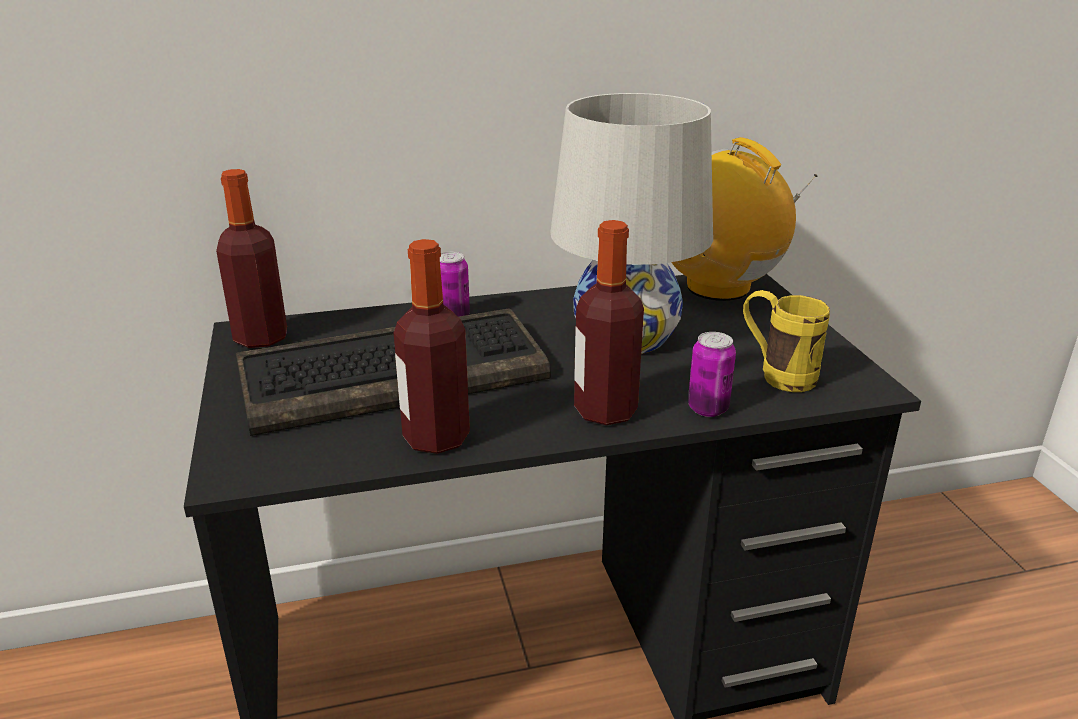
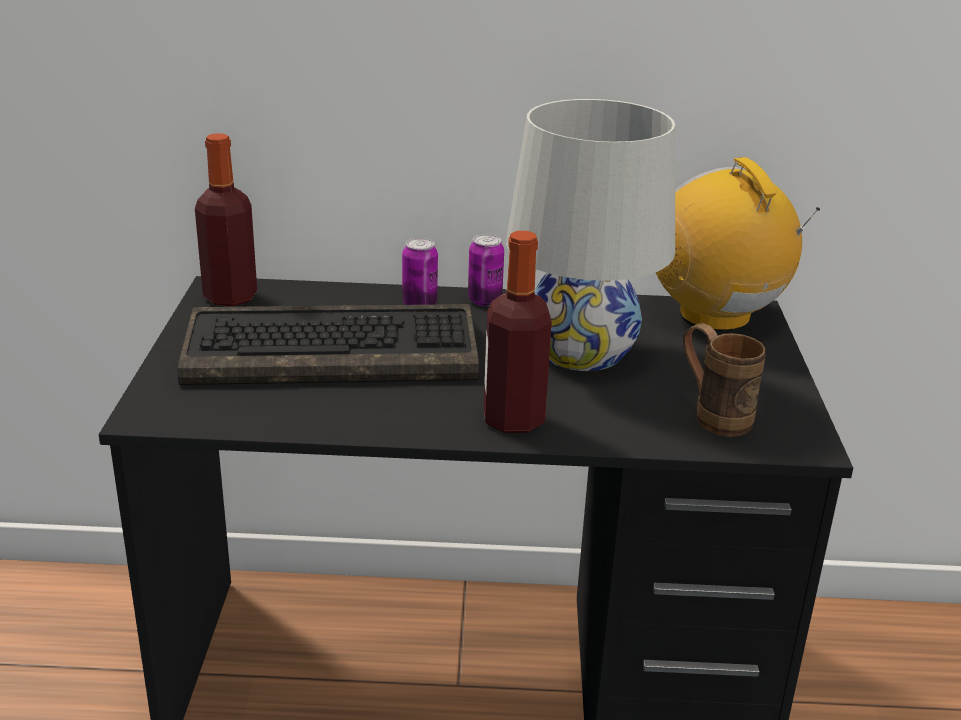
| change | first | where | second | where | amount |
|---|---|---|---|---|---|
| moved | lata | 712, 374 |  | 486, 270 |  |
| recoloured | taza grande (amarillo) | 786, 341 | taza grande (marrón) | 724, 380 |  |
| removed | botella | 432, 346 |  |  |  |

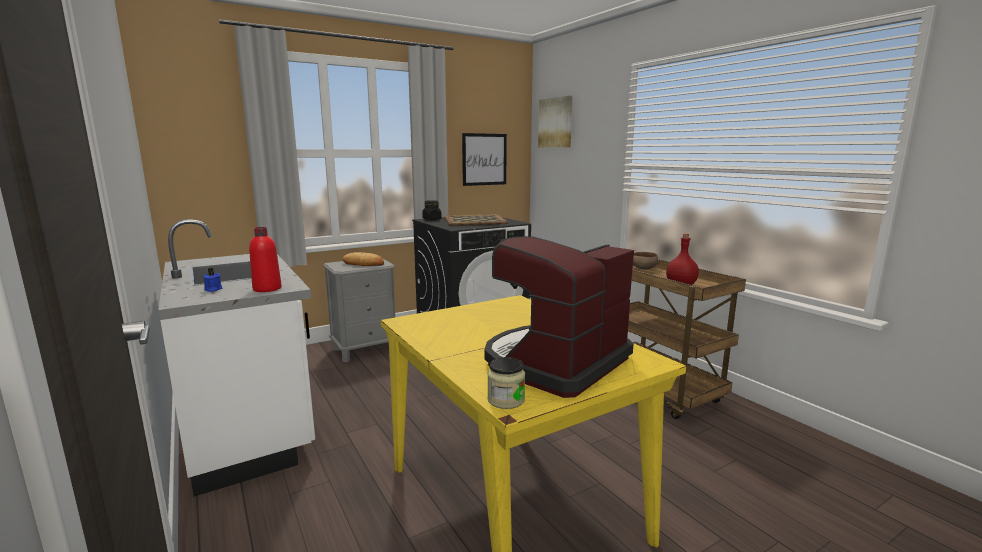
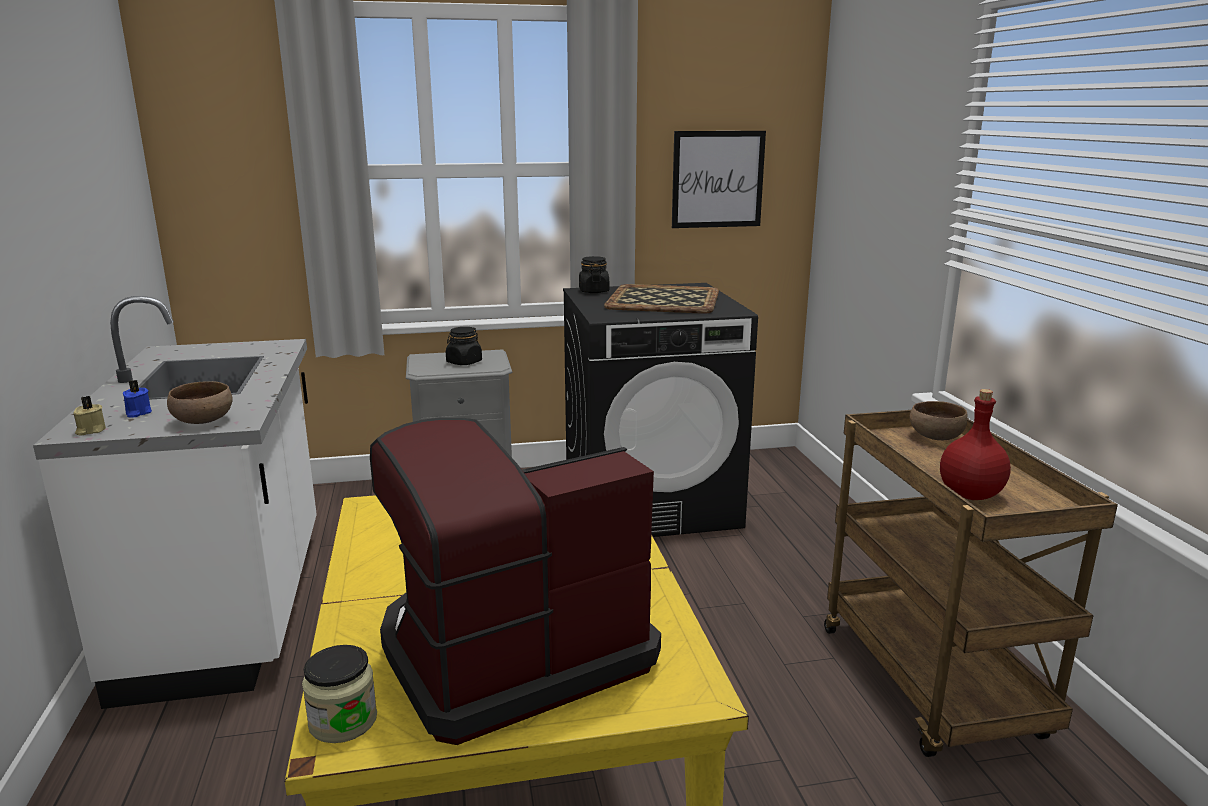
| change | first | where | second | where | amount |
|---|---|---|---|---|---|
| added |  |  | vela (beis) | 90, 416 |  |
| replaced | botella (rojo) | 265, 259 | cuenco (marrón) | 200, 402 |  |
| replaced | pan | 363, 259 | tarro (negro) | 464, 346 |  |
| removed | cuadro | 555, 121 |  |  |  |

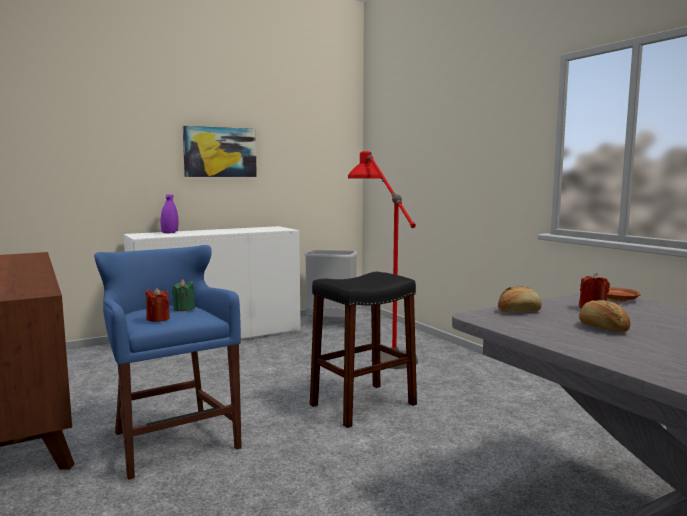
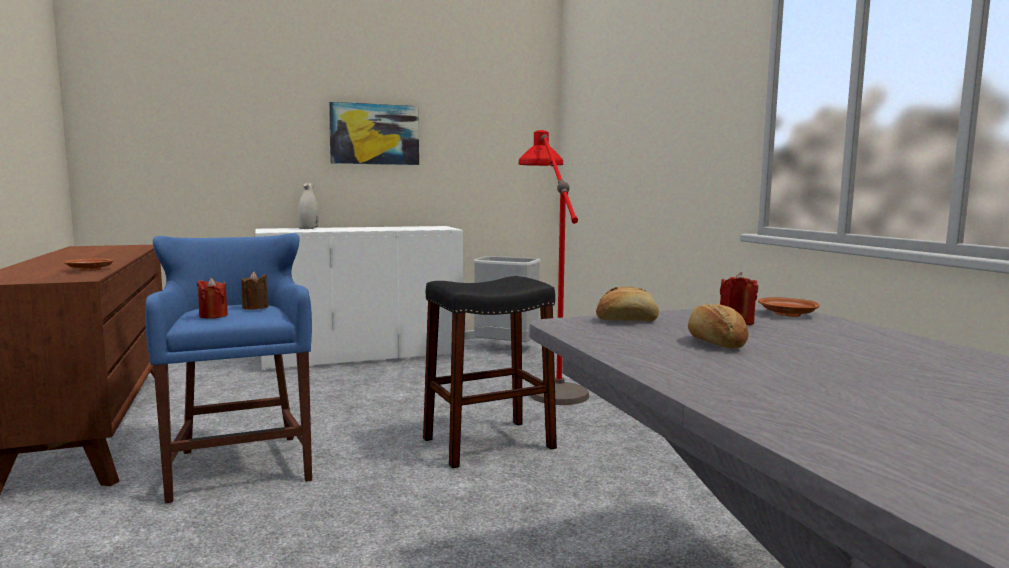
| change | first | where | second | where | amount |
|---|---|---|---|---|---|
| added |  |  | plato (marrón) | 89, 264 |  |
| recoloured | vela (verde) | 183, 295 | vela (marrón) | 255, 290 |  |
| recoloured | florero (morado) | 170, 213 | florero (blanco) | 308, 206 |  |

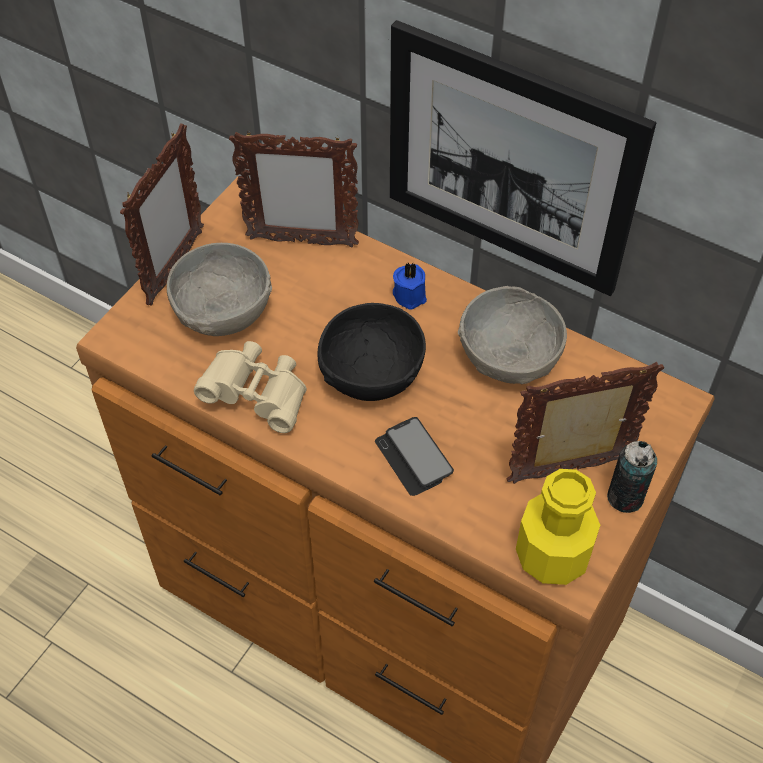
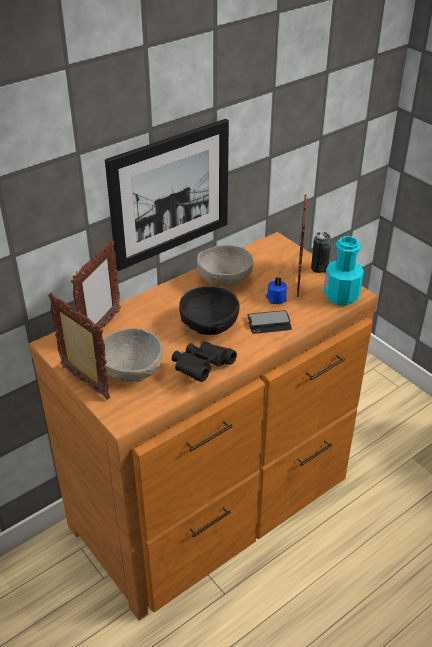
| change | first | where | second | where | amount |
|---|---|---|---|---|---|
| recoloured | prismáticos (beis) | 250, 387 | prismáticos (negro) | 204, 362 |  |
| moved | vela (azul) | 410, 286 |  | 276, 290 |  |
| recoloured | botella (amarillo) | 558, 527 | botella (turquesa) | 344, 271 |  |

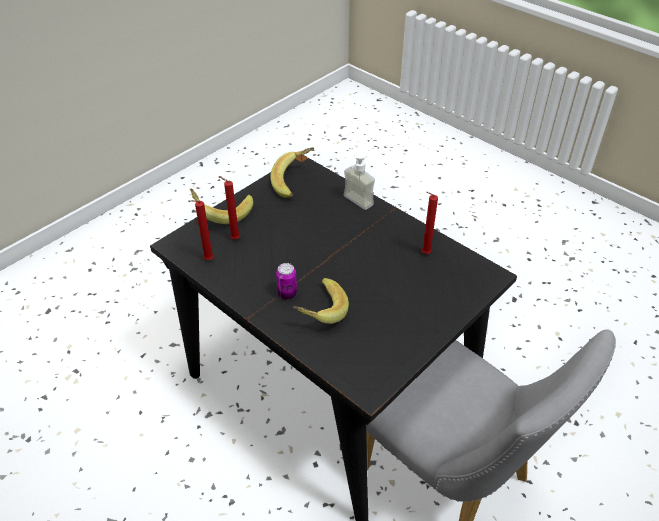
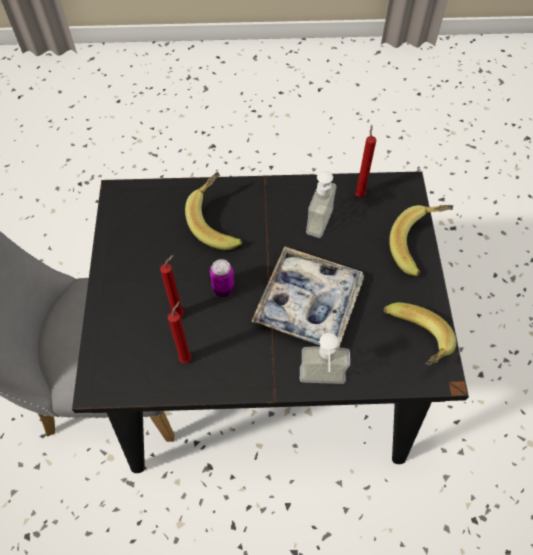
| change | first | where | second | where | amount |
|---|---|---|---|---|---|
| moved | vela (rojo) | 229, 207 |  | 172, 286 |  |
| moved | lata | 286, 281 |  | 222, 278 |  |
| added |  |  | bandeja | 307, 297 |  |
| added |  |  | dispensador de jabón | 317, 204 |  |

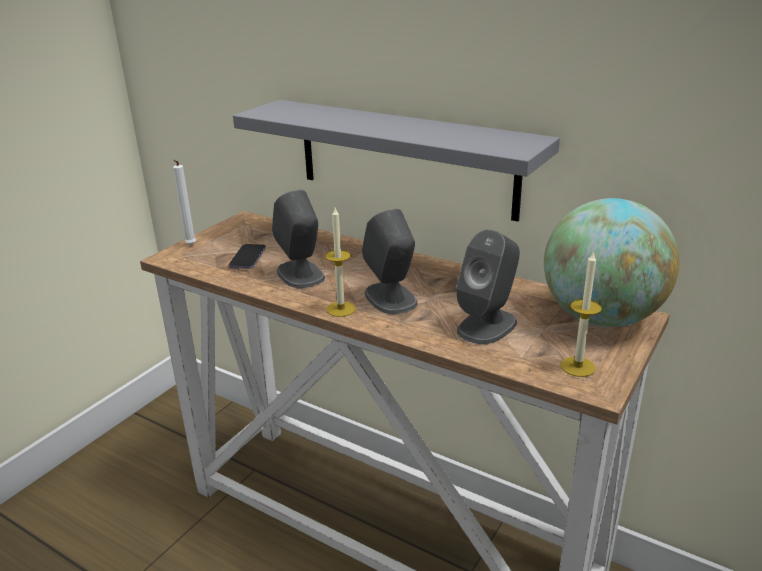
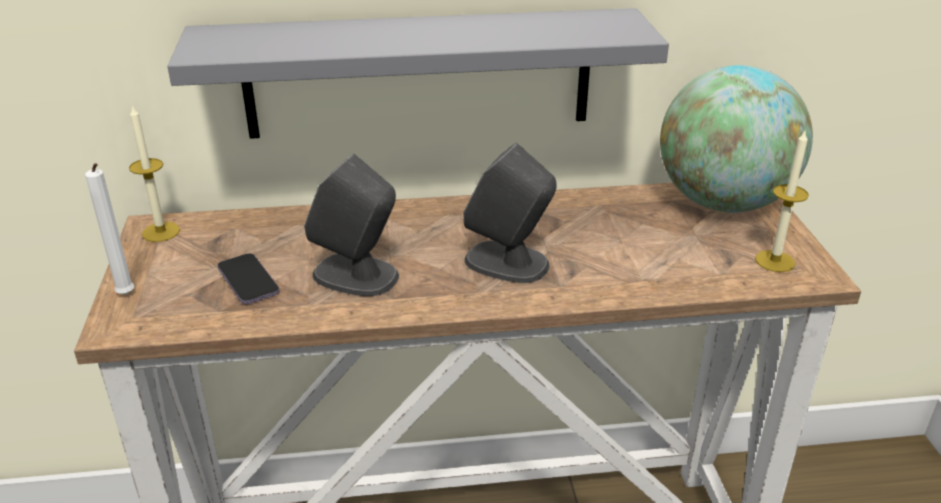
| change | first | where | second | where | amount |
|---|---|---|---|---|---|
| moved | vela | 340, 262 |  | 154, 173 |  |
| removed | altavoz (gris) | 488, 286 |  |  |  |

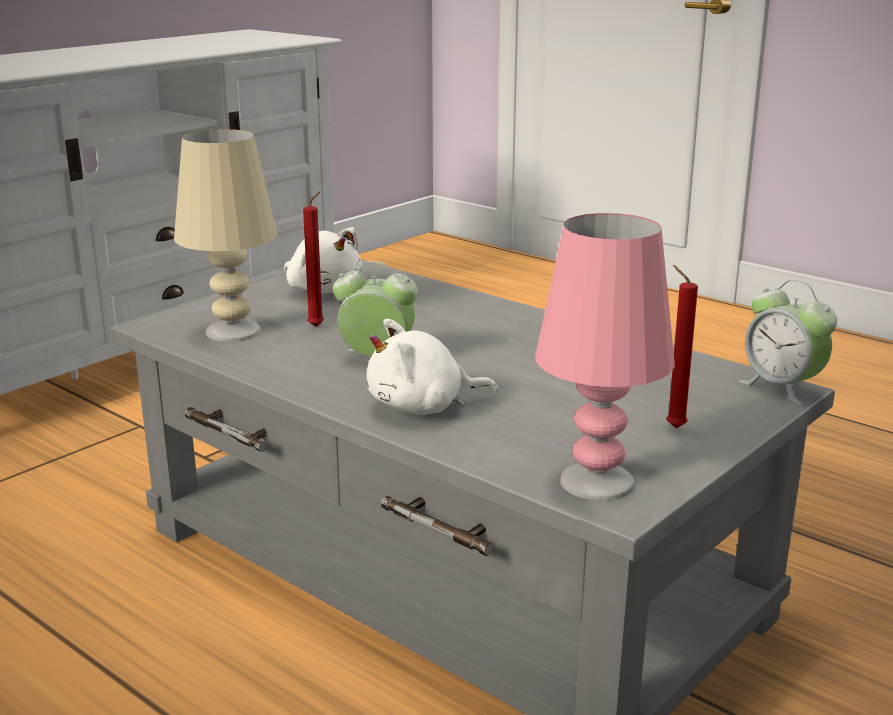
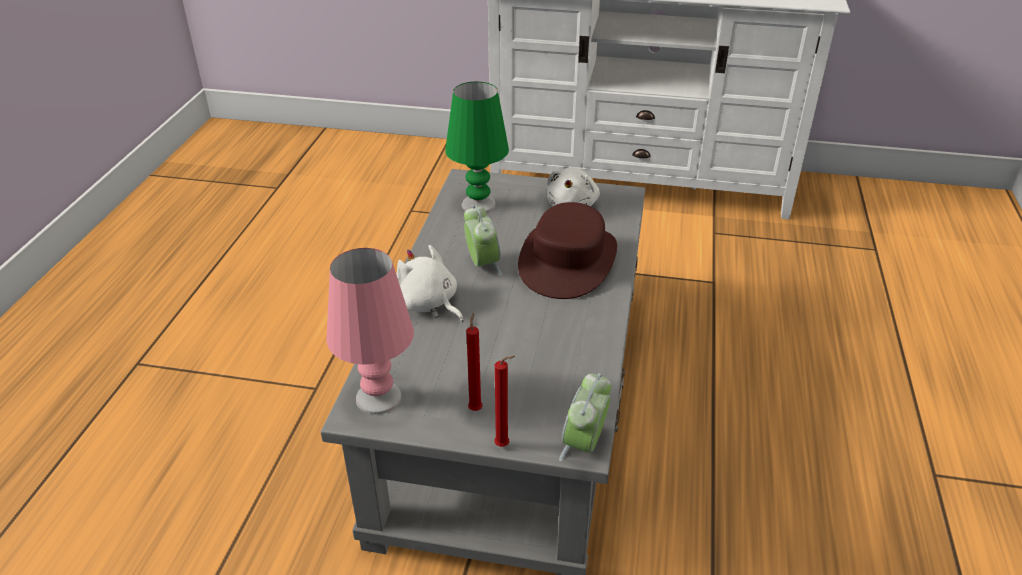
| change | first | where | second | where | amount |
|---|---|---|---|---|---|
| recoloured | lámpara de mesa (beis) | 225, 235 | lámpara de mesa (verde) | 477, 147 |  |
| moved | vela (rojo) | 313, 259 |  | 504, 401 |  |
| added |  |  | sombrero (marrón) | 567, 250 |  |

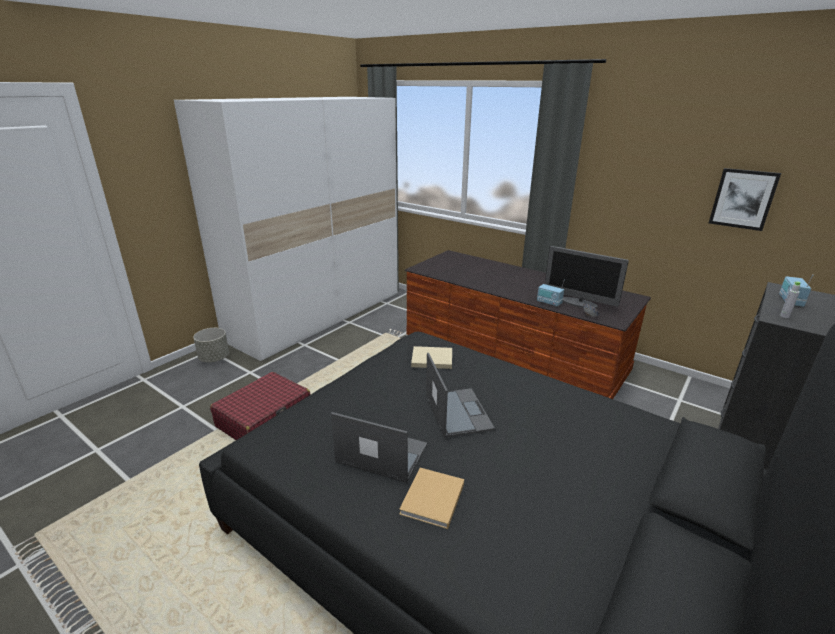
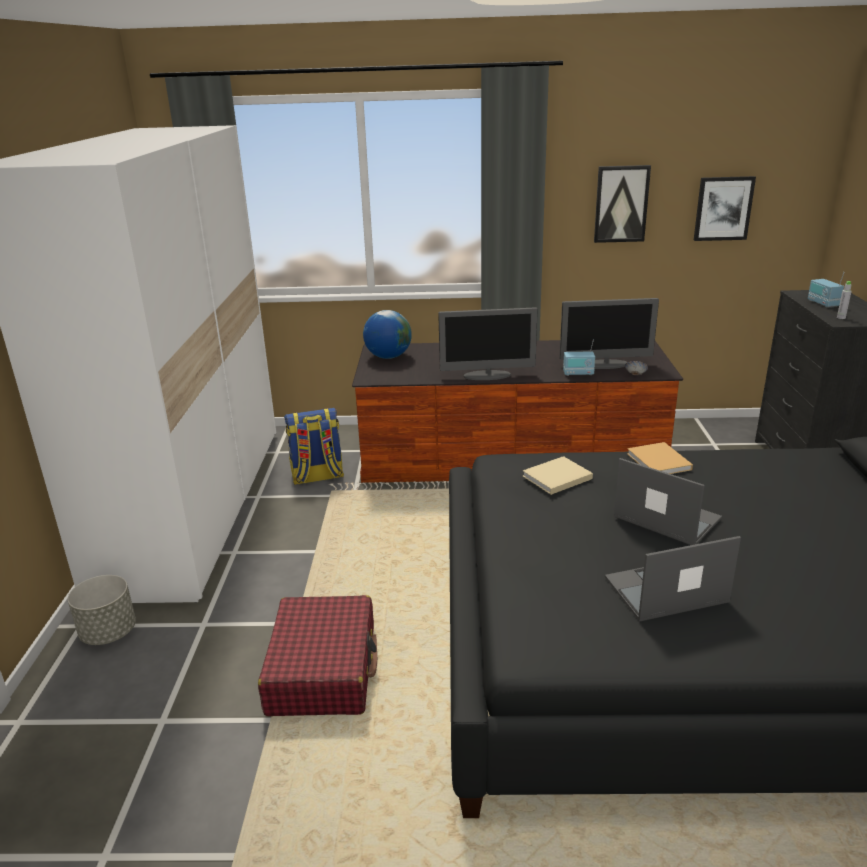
| change | first | where | second | where | amount |
|---|---|---|---|---|---|
| added |  |  | mochila | 314, 446 |  |
| added |  |  | globo terráqueo | 387, 334 |  |
| added |  |  | monitor | 488, 343 |  |
| added |  |  | cuadro | 622, 204 |  |
| moved | libro (beis) | 431, 498 |  | 660, 458 |  |

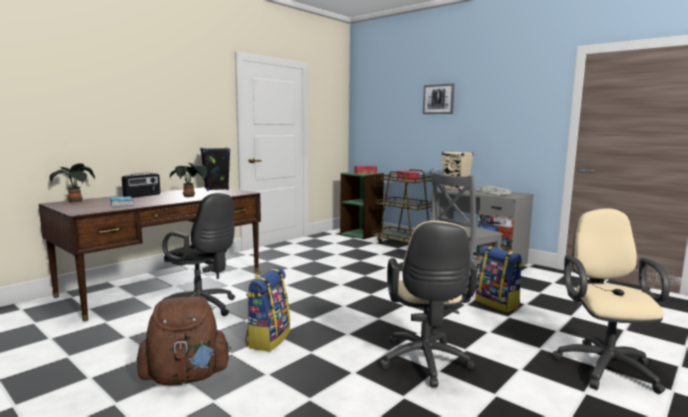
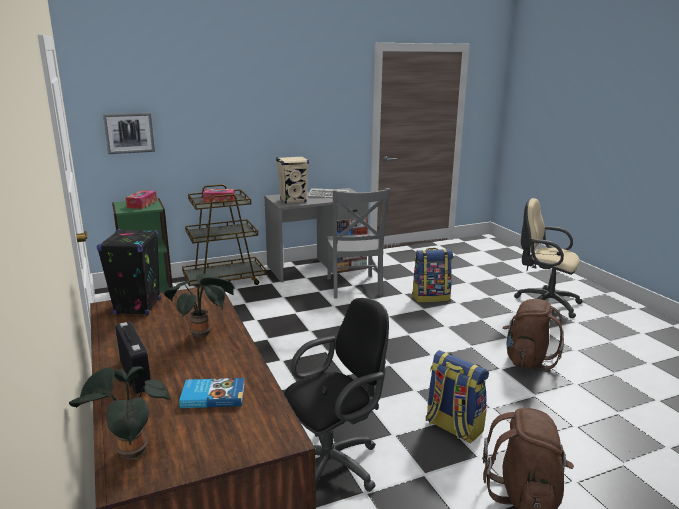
| change | first | where | second | where | amount |
|---|---|---|---|---|---|
| moved | cuadro | 439, 98 |  | 129, 133 |  |
| replaced | silla de oficina (beis) | 429, 304 | mochila (marrón) | 533, 334 |  |

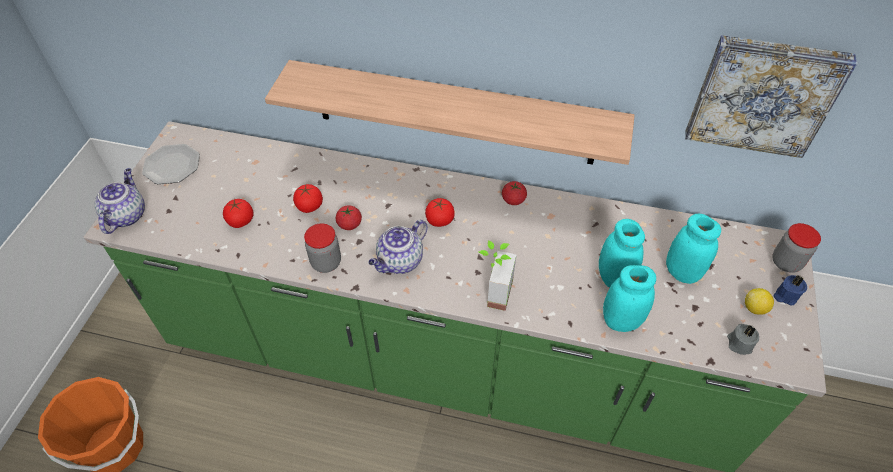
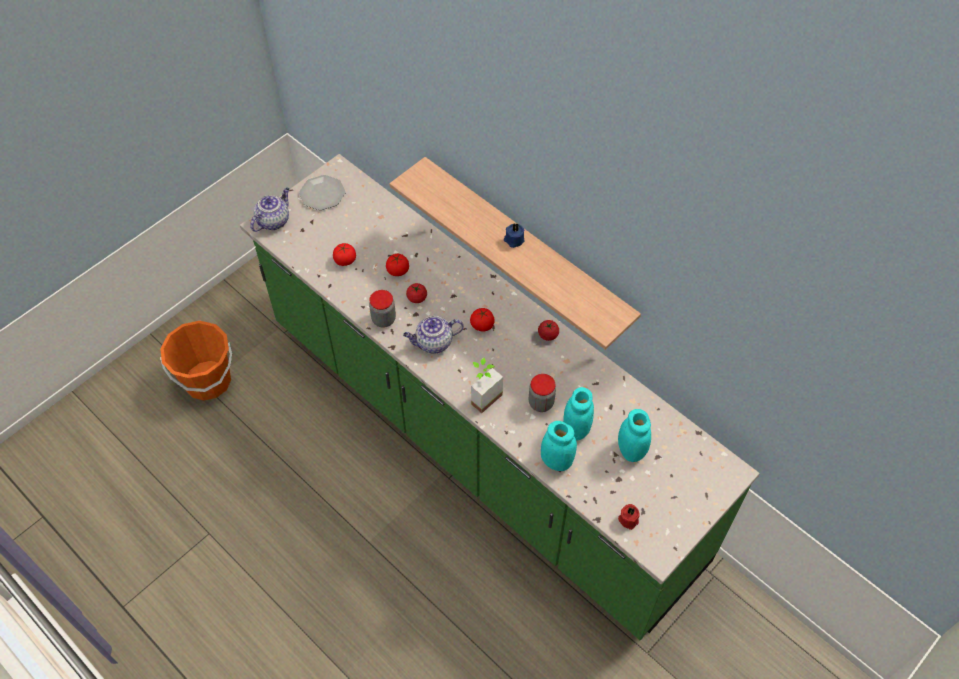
| change | first | where | second | where | amount |
|---|---|---|---|---|---|
| moved | vela (azul) | 790, 290 |  | 514, 235 |  |
| moved | tarro | 797, 248 |  | 542, 393 |  |
| recoloured | vela (gris) | 743, 339 | vela (rojo) | 629, 517 |  |
| removed | cuadro | 771, 96 |  |  |  |
| removed | limón | 759, 301 |  |  |  |

